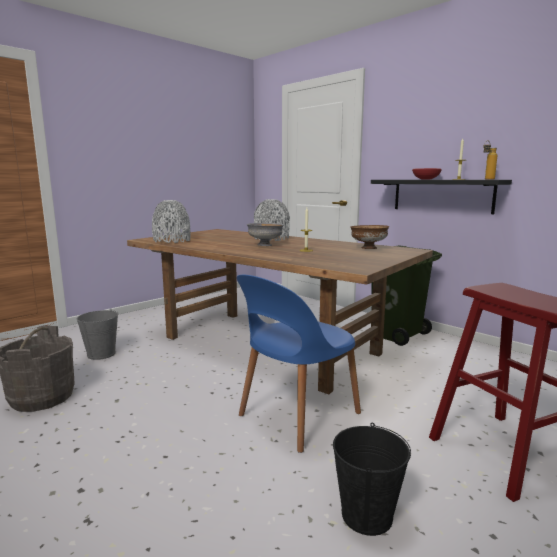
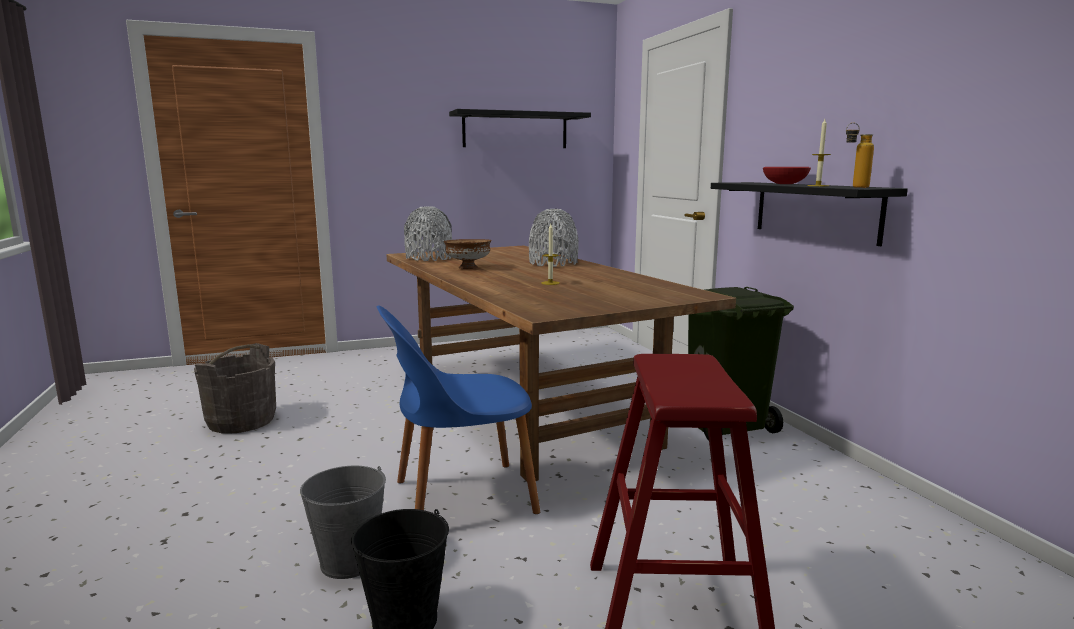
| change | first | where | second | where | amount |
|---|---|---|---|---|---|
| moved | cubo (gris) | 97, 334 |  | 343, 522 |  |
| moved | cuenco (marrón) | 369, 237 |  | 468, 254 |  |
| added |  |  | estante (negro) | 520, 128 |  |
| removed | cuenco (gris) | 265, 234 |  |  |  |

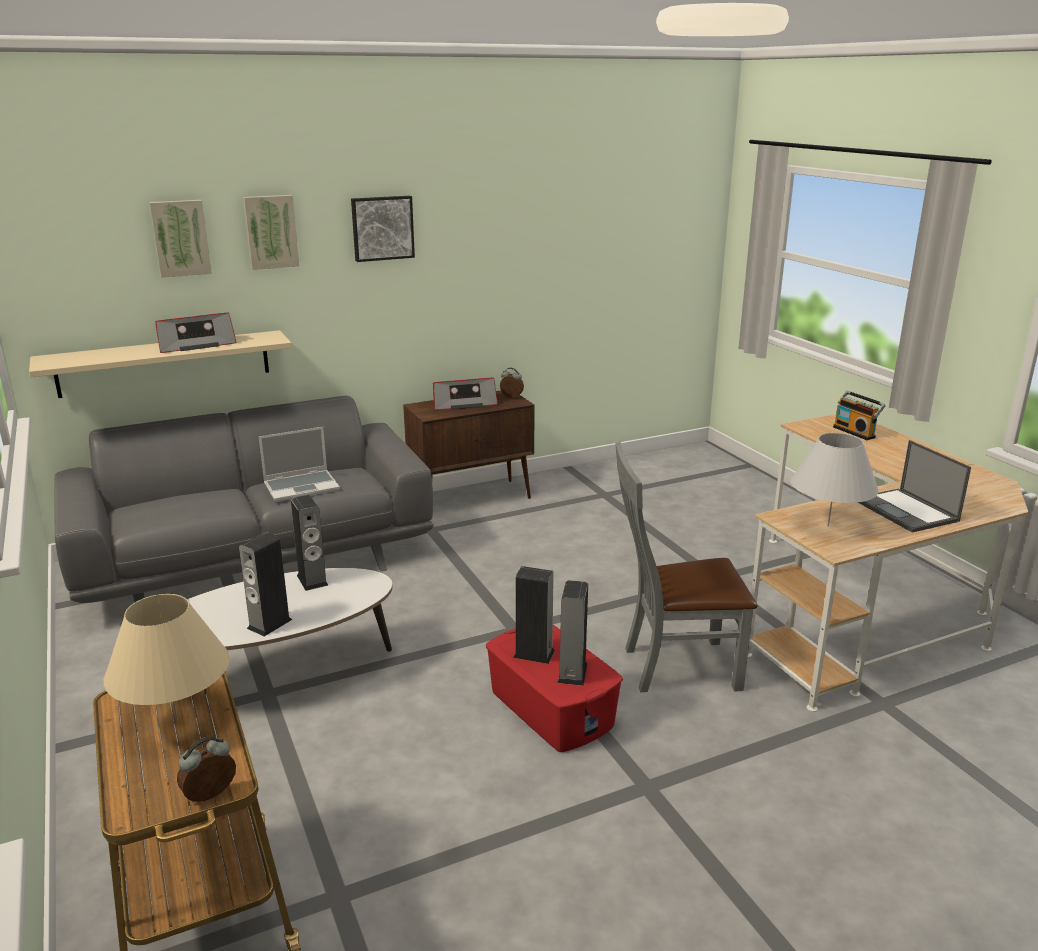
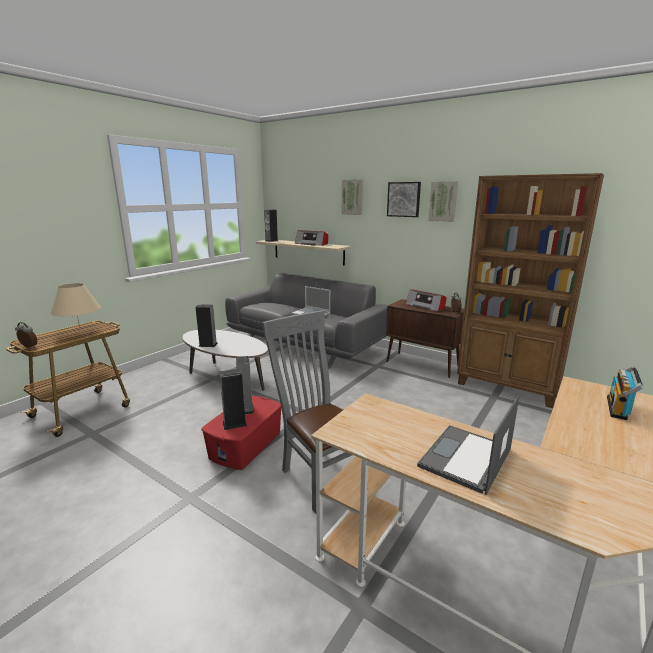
| change | first | where | second | where | amount |
|---|---|---|---|---|---|
| moved | altavoz | 310, 543 |  | 271, 225 |  |
| moved | cuadro | 180, 239 |  | 443, 201 |  |
| added |  |  | estantería (marrón) | 530, 290 |  |
| removed | lámpara de mesa (blanco) | 835, 480 |  |  |  |

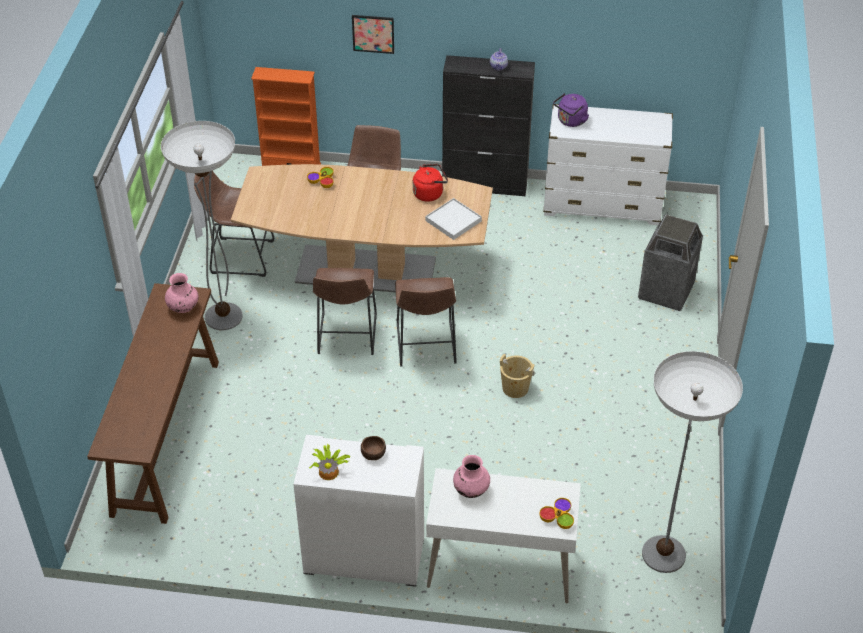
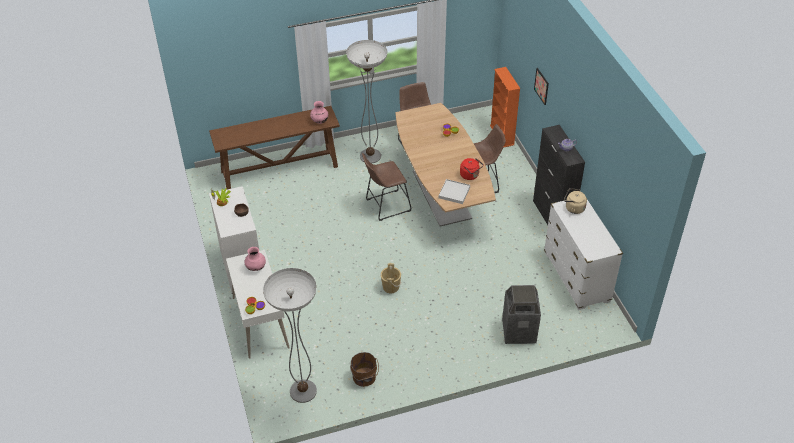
| change | first | where | second | where | amount |
|---|---|---|---|---|---|
| added |  |  | cubo (marrón) | 364, 369 |  |
| recoloured | hervidor (morado) | 571, 110 | hervidor (beis) | 575, 201 |  |
| removed | taburete (marrón) | 426, 322 |  |  |  |

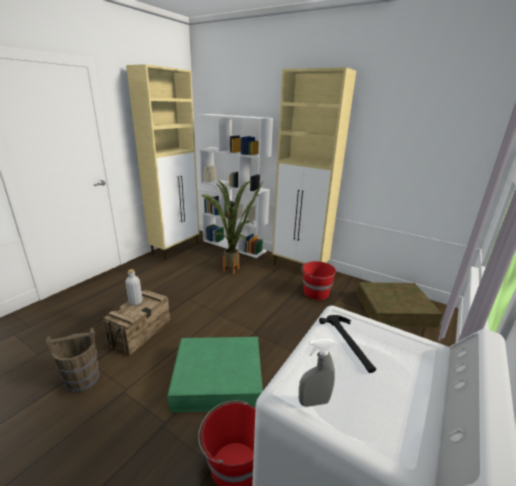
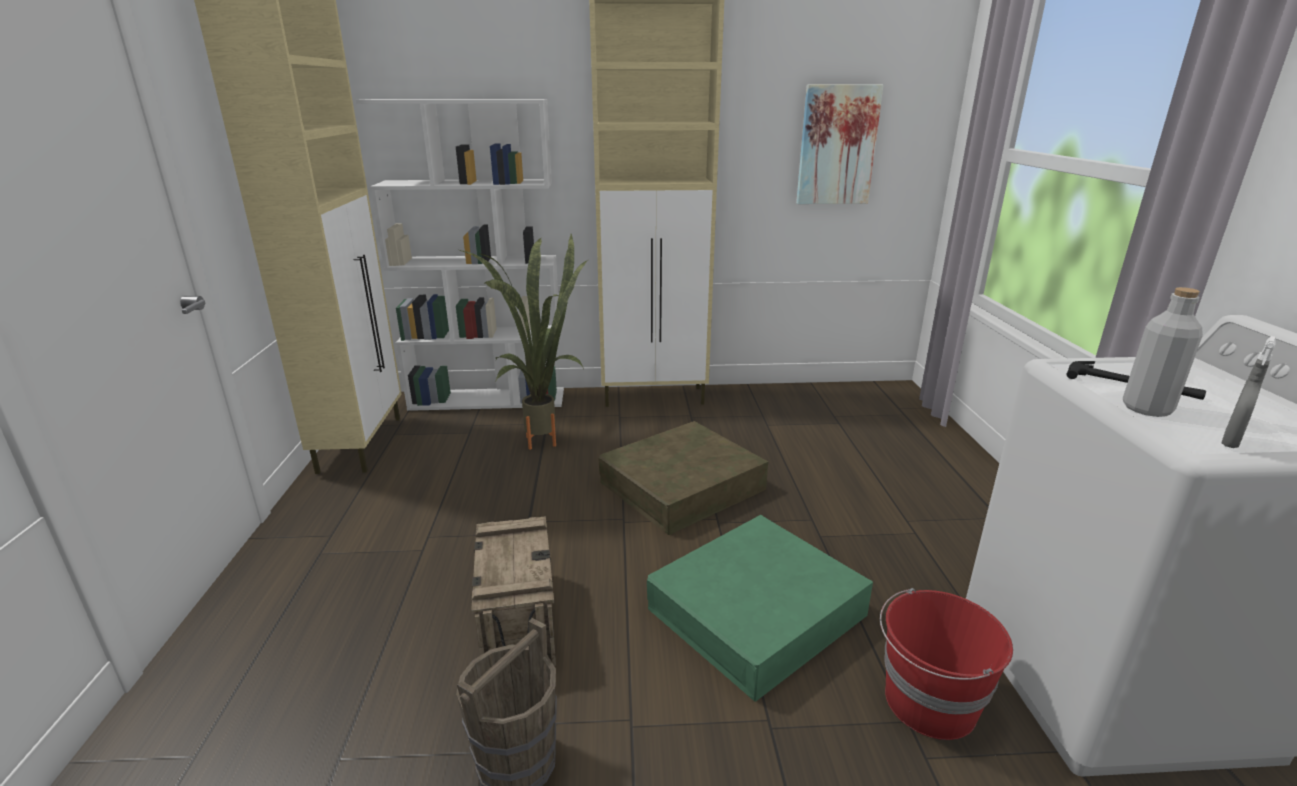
| change | first | where | second | where | amount |
|---|---|---|---|---|---|
| moved | caja de almacenaje (marrón) | 400, 305 |  | 683, 478 |  |
| added |  |  | cuadro | 839, 144 |  |
| moved | botella (gris) | 134, 287 |  | 1163, 352 |  |
| removed | cubo (rojo) | 318, 280 |  |  |  |

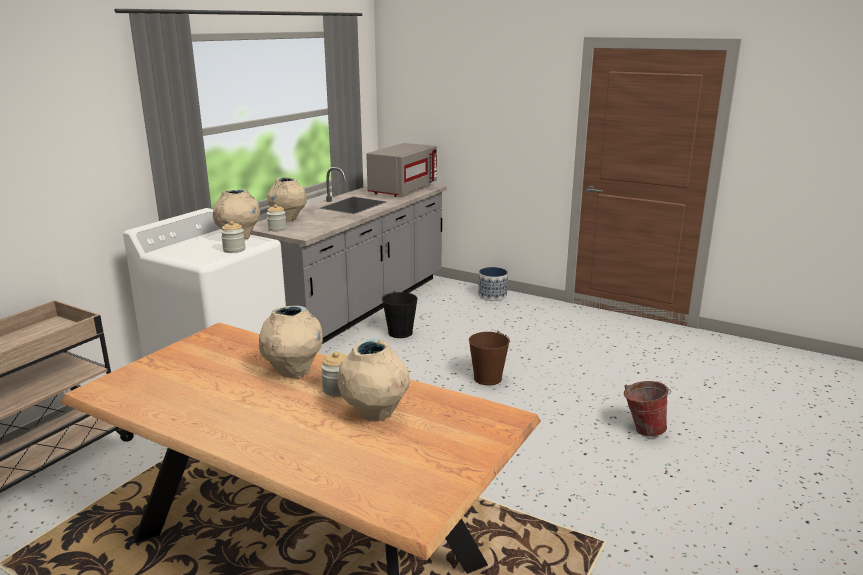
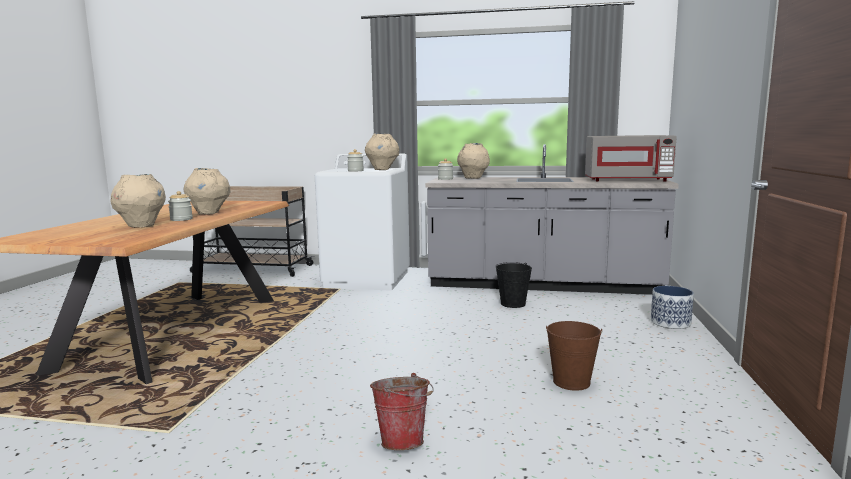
| change | first | where | second | where | amount |
|---|---|---|---|---|---|
| moved | cubo (marrón) | 489, 358 |  | 574, 356 |  |

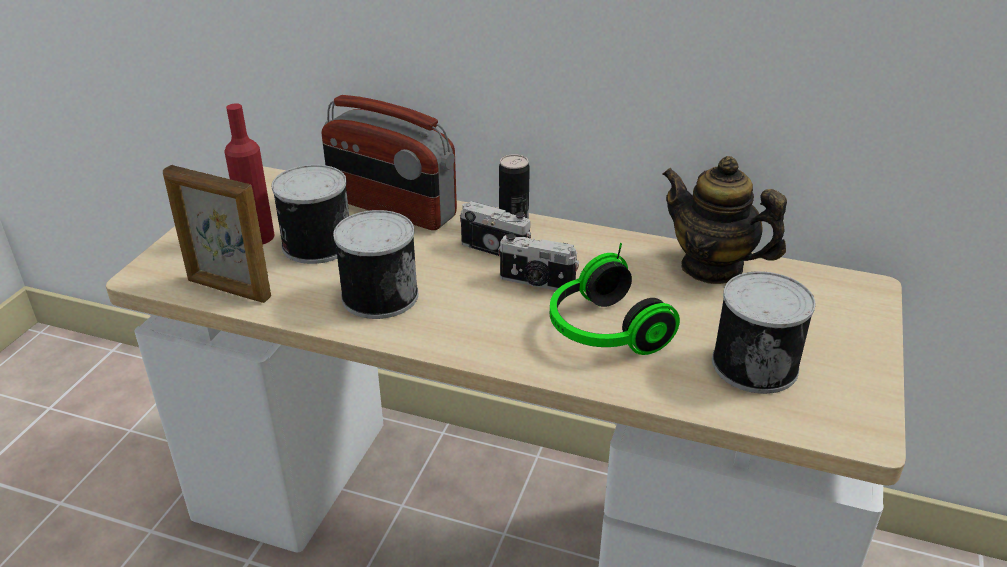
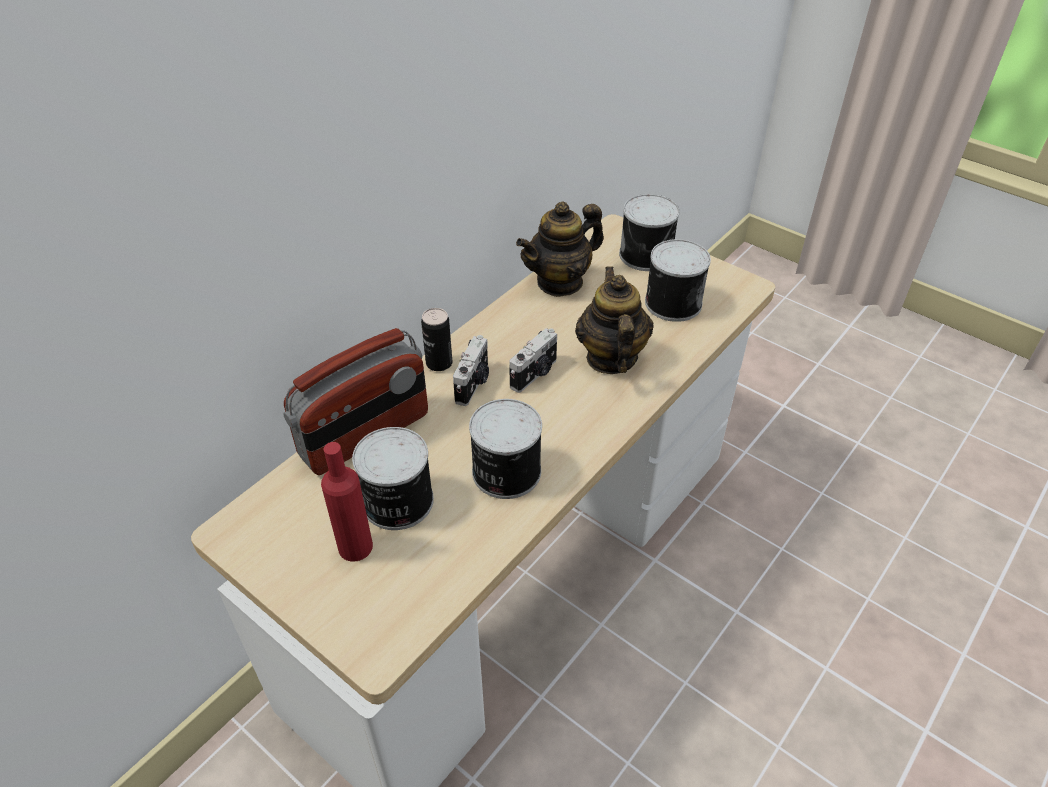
| change | first | where | second | where | amount |
|---|---|---|---|---|---|
| turned | cámara | 495, 228 |  | 471, 370 | 150 degrees clockwise |
| replaced | auriculares | 615, 299 | tetera | 614, 320 |  |
| added |  |  | lata | 649, 232 |  |
| removed | portarretratos | 217, 234 |  |  |  |

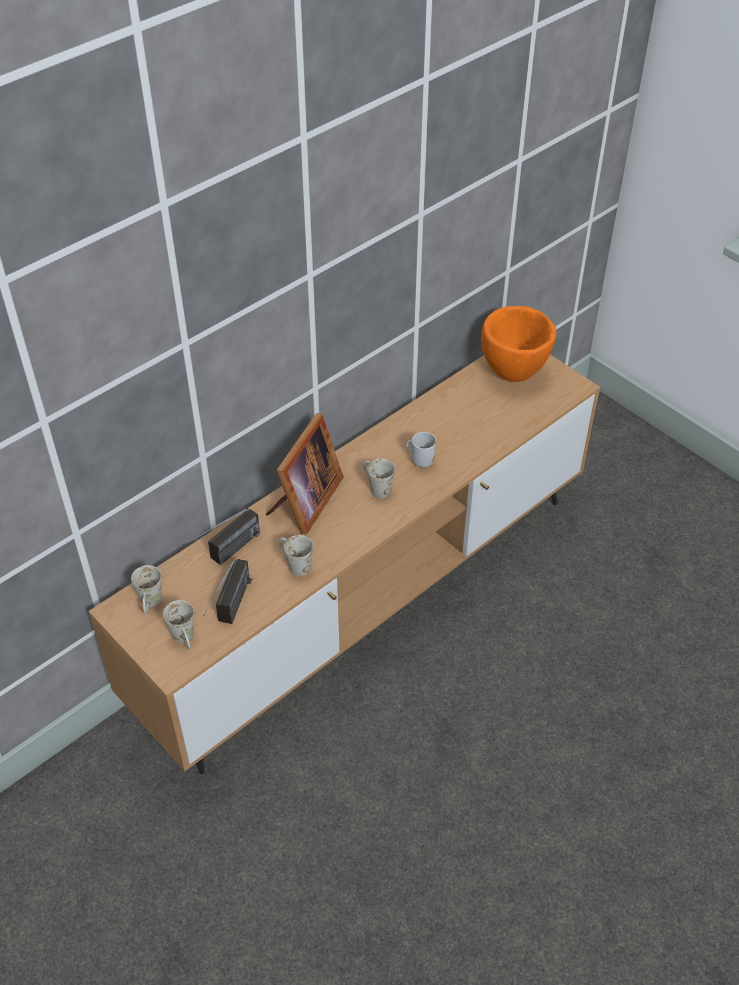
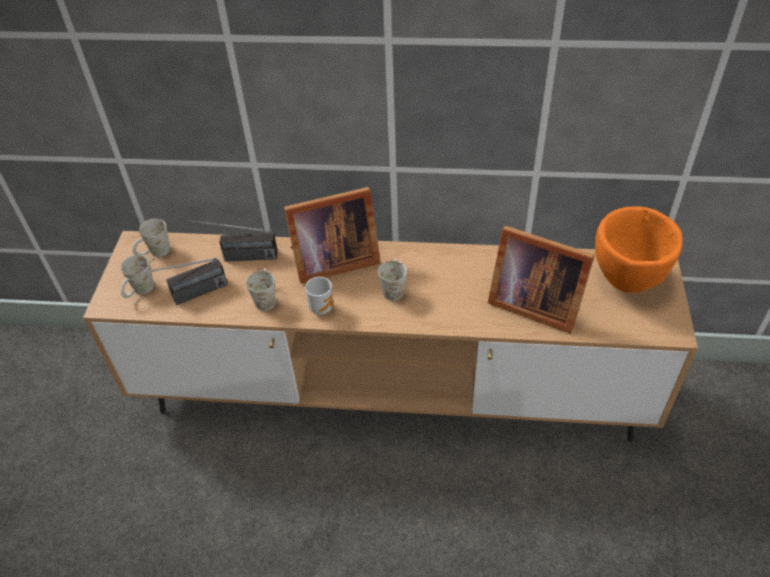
| change | first | where | second | where | amount |
|---|---|---|---|---|---|
| moved | taza grande | 421, 450 |  | 319, 296 |  |
| added |  |  | portarretratos | 541, 280 |  |

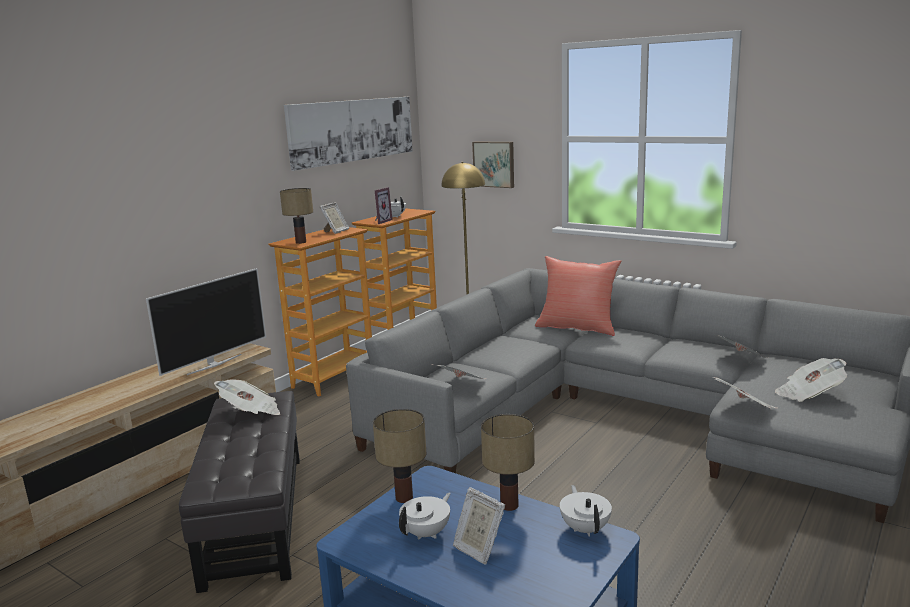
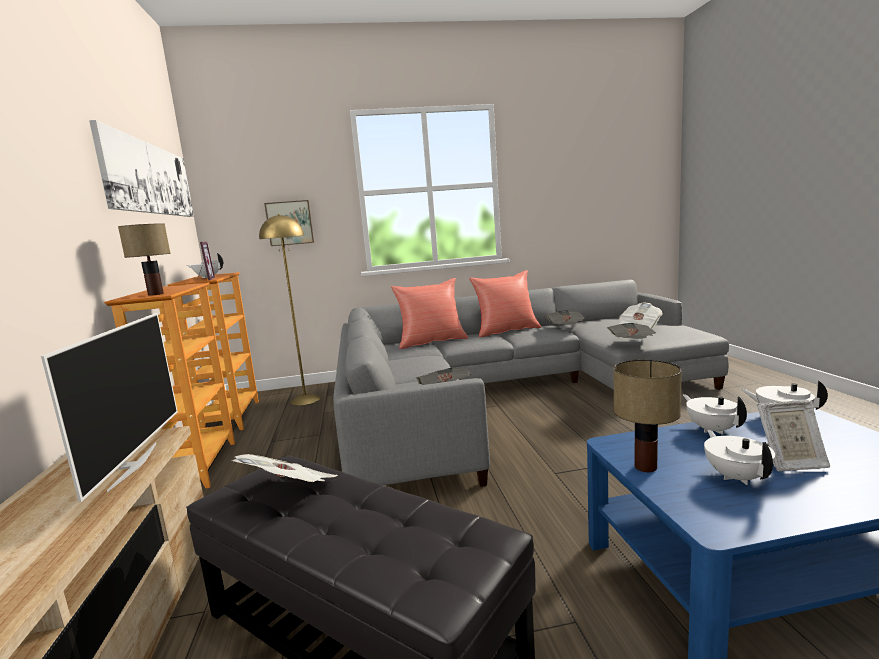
| change | first | where | second | where | amount |
|---|---|---|---|---|---|
| added |  |  | cojín (rojo) | 505, 303 |  |
| replaced | lámpara de mesa | 508, 462 | tetera (blanco) | 715, 414 |  |
| removed | portarretratos | 334, 218 |  |  |  |

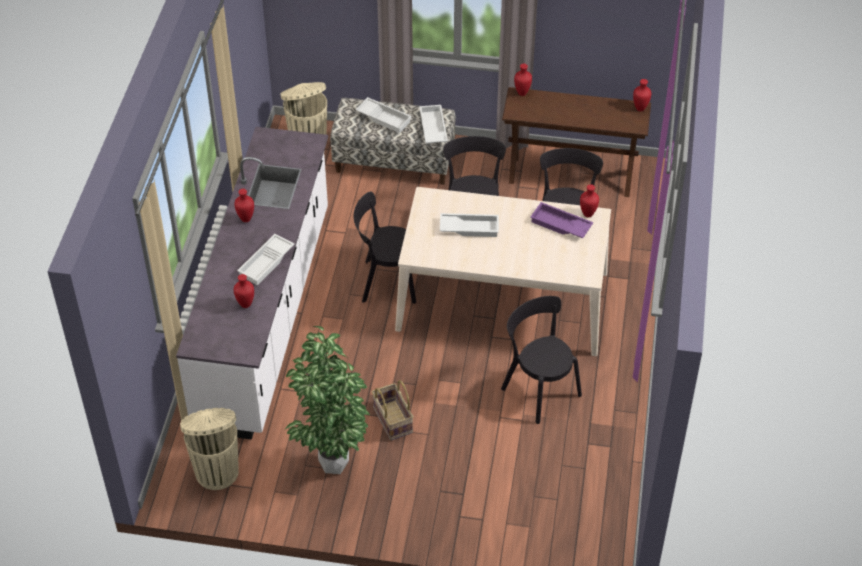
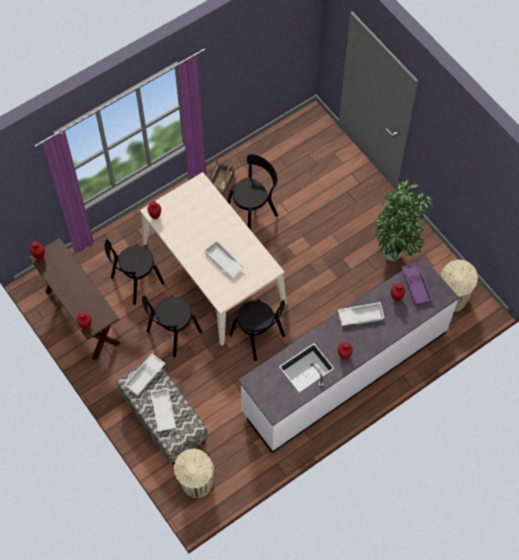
| change | first | where | second | where | amount |
|---|---|---|---|---|---|
| moved | cesta | 393, 410 |  | 222, 178 |  |
| turned | silla (negro) | 541, 360 |  | 253, 192 | 135 degrees counterclockwise |
| moved | bandeja (morado) | 562, 220 |  | 417, 284 |  |

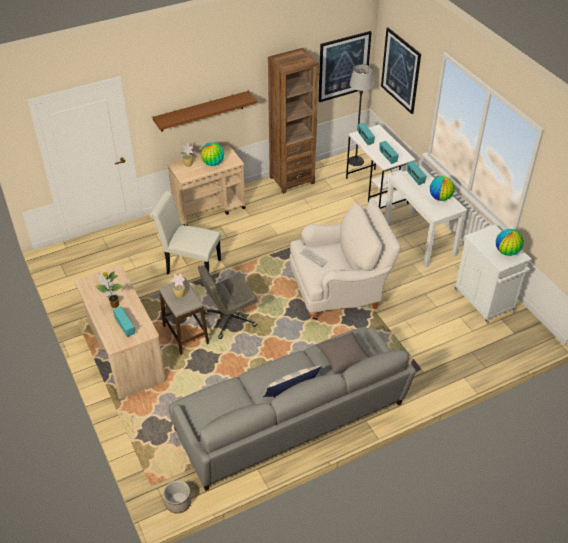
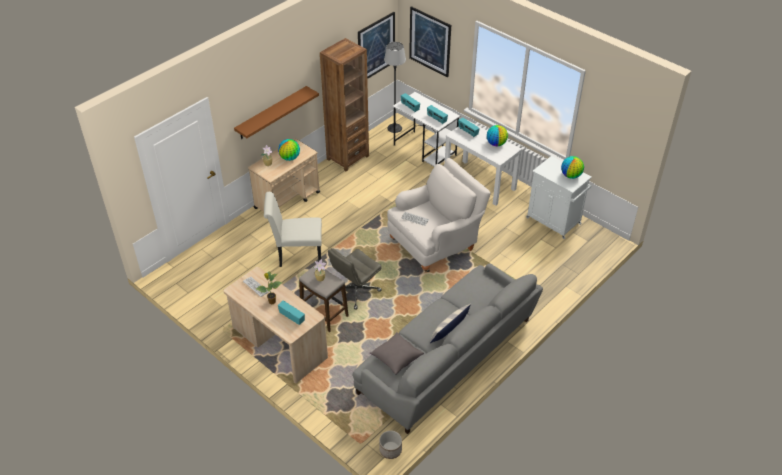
| change | first | where | second | where | amount |
|---|---|---|---|---|---|
| moved | cojín (gris) | 342, 353 |  | 397, 353 |  |

